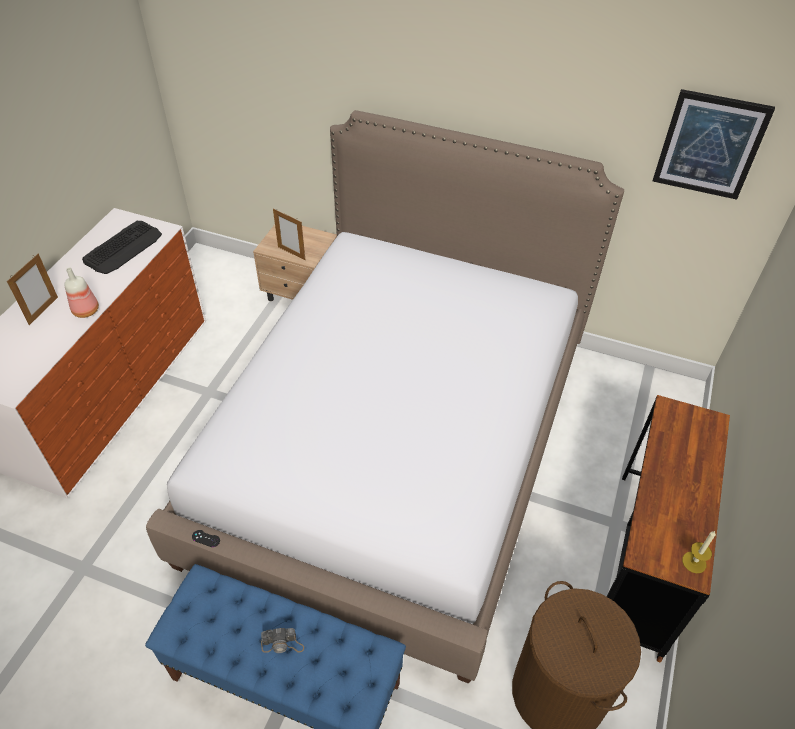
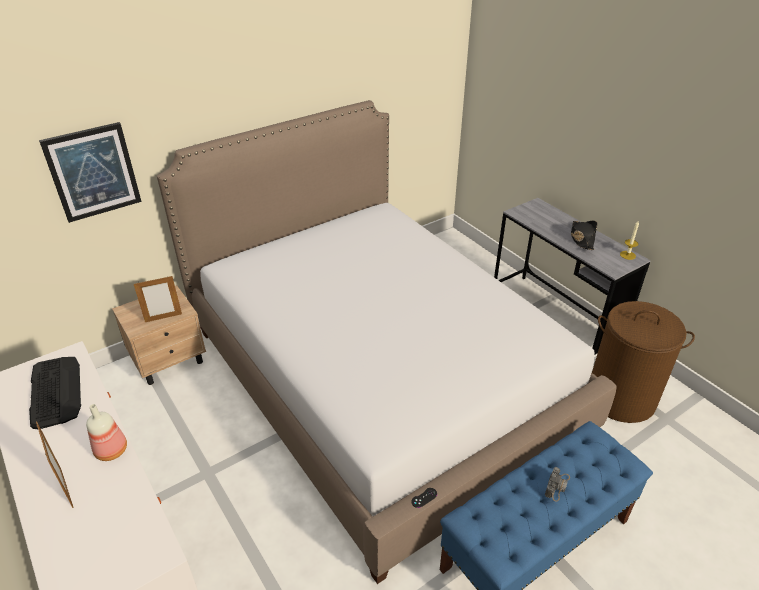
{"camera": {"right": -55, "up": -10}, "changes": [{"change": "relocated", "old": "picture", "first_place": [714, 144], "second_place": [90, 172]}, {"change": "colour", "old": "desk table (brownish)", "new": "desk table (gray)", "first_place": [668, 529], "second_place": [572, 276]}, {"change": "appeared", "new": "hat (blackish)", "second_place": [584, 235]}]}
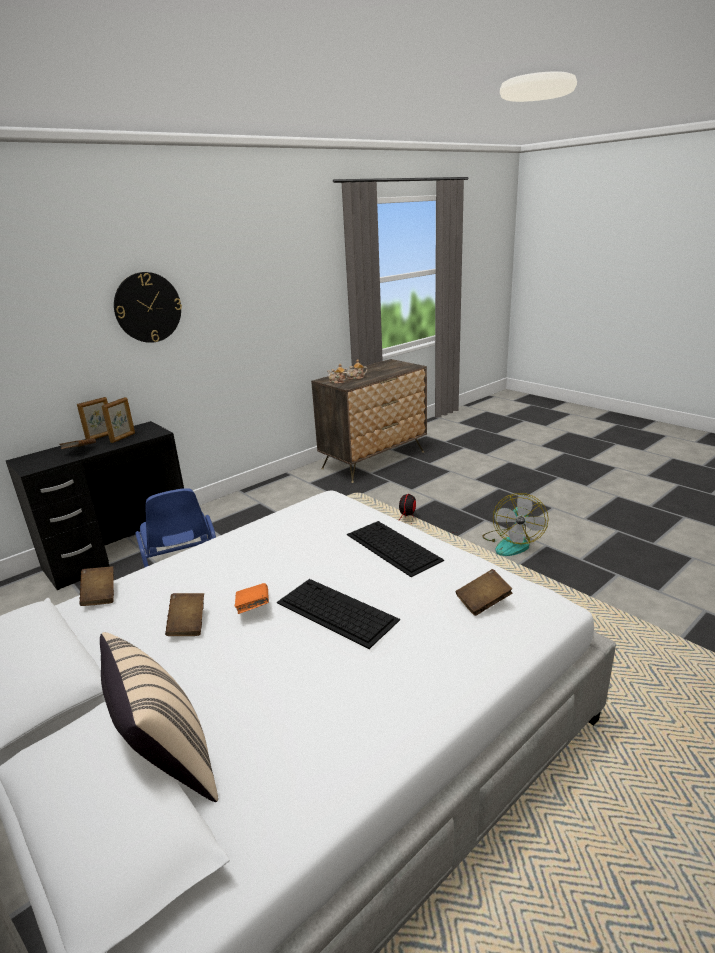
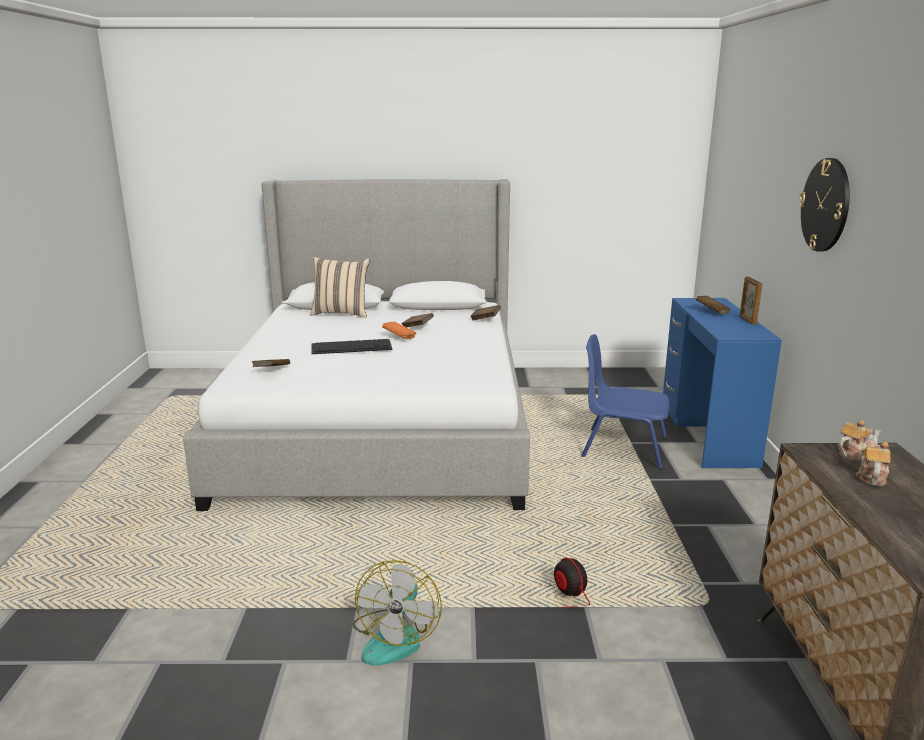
{"camera": {"right": 130, "up": -5}, "changes": [{"change": "spun", "old": "electric fan", "first_place": [515, 524], "second_place": [397, 613], "degrees": -135}, {"change": "colour", "old": "desk table (blackish)", "new": "desk table (bluish)", "first_place": [95, 505], "second_place": [722, 383]}, {"change": "missing", "old": "picture frame", "first_place": [118, 420]}, {"change": "missing", "old": "computer keyboard", "first_place": [395, 549]}]}
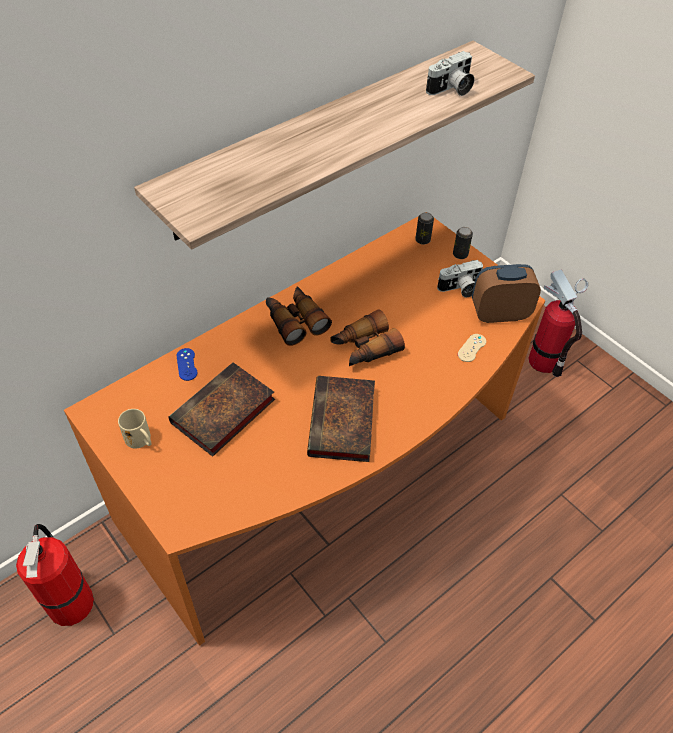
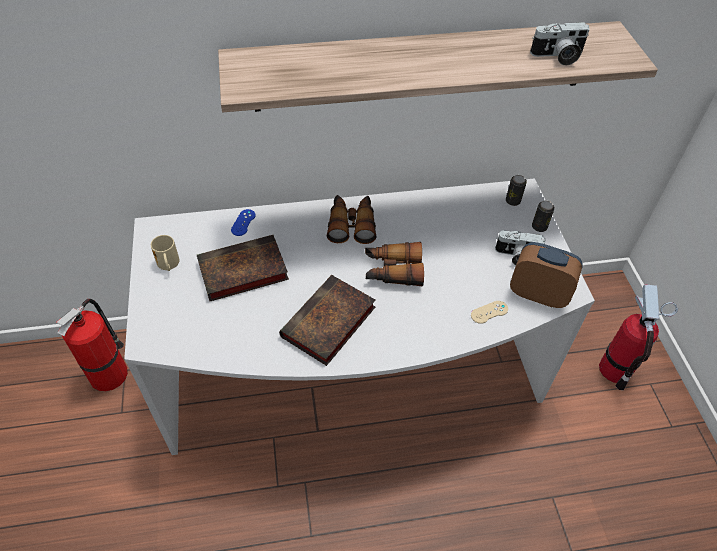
{"camera": {"right": 30, "up": 0}, "changes": [{"change": "colour", "old": "desk table (orangey)", "new": "desk table (white-coloured)", "first_place": [305, 431], "second_place": [359, 316]}]}
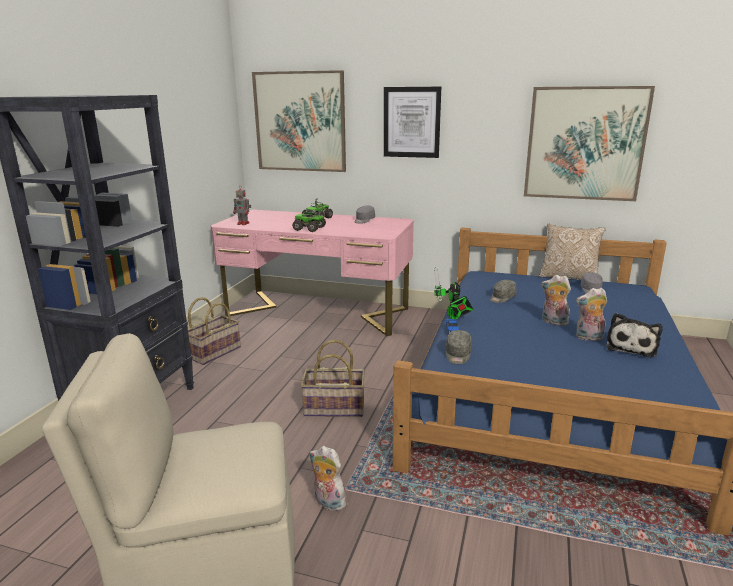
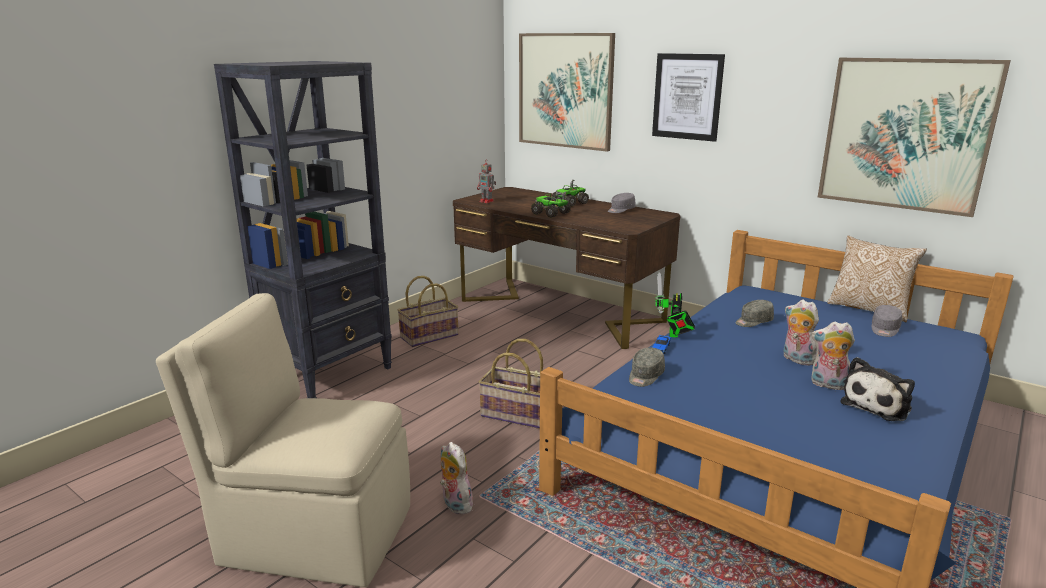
{"camera": {"right": 20, "up": 0}, "changes": [{"change": "colour", "old": "desk table (pink)", "new": "desk table (brownish)", "first_place": [312, 273], "second_place": [567, 268]}]}
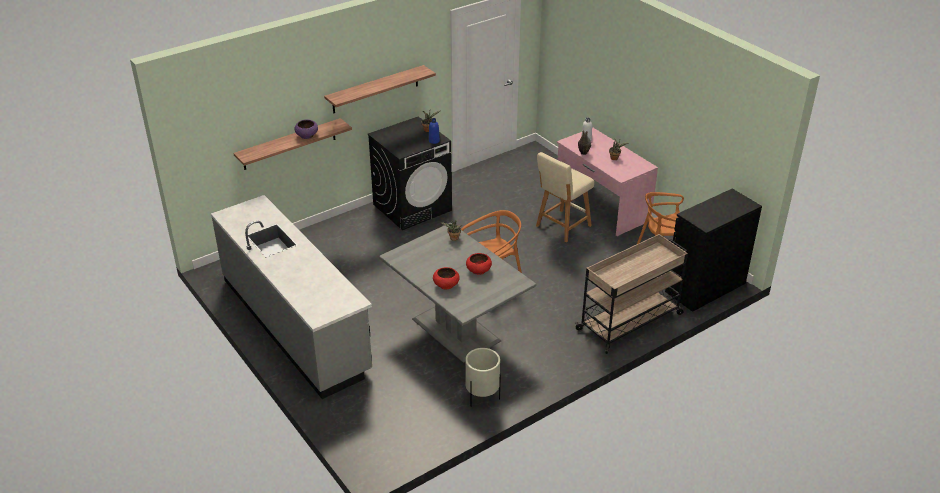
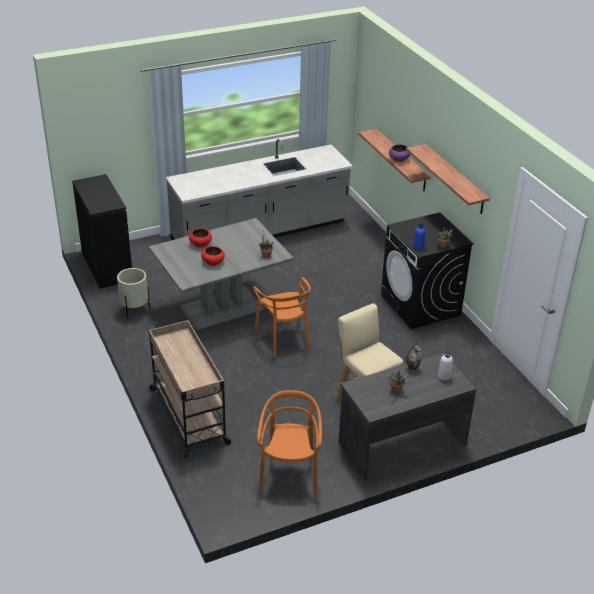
{"camera": {"right": 100, "up": 0}, "changes": [{"change": "relocated", "old": "storage cabinet (blackish)", "first_place": [713, 250], "second_place": [102, 231]}, {"change": "colour", "old": "desk table (pink)", "new": "desk table (gray)", "first_place": [607, 182], "second_place": [407, 416]}]}
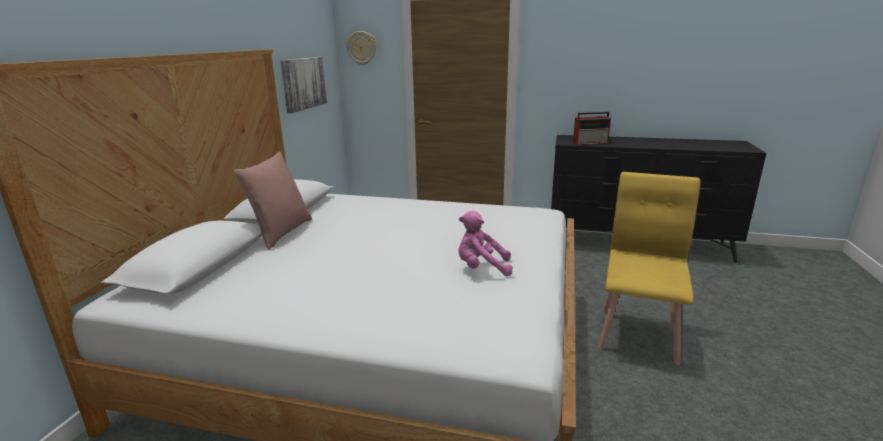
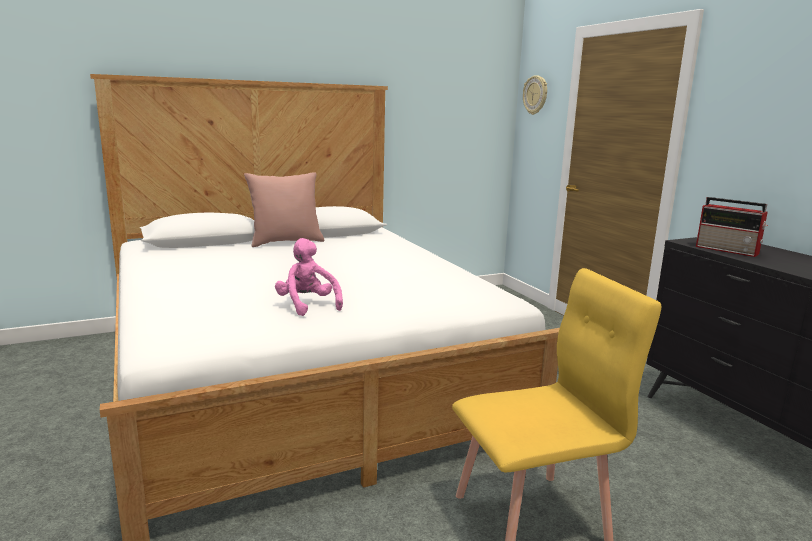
{"camera": {"right": 50, "up": -5}, "changes": [{"change": "missing", "old": "picture", "first_place": [303, 85]}]}
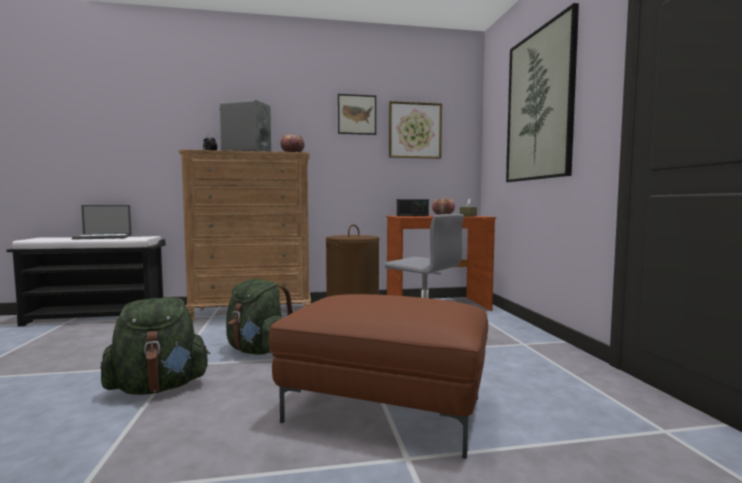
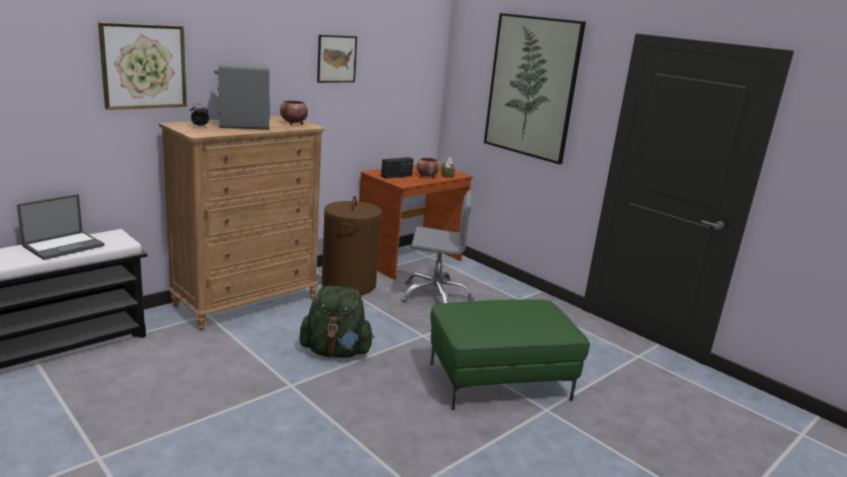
{"camera": {"right": -35, "up": 15}, "changes": [{"change": "relocated", "old": "picture", "first_place": [415, 130], "second_place": [142, 66]}, {"change": "colour", "old": "footrest (brownish)", "new": "footrest (greenish)", "first_place": [378, 376], "second_place": [510, 354]}, {"change": "missing", "old": "backpack (greenish)", "first_place": [155, 346]}]}
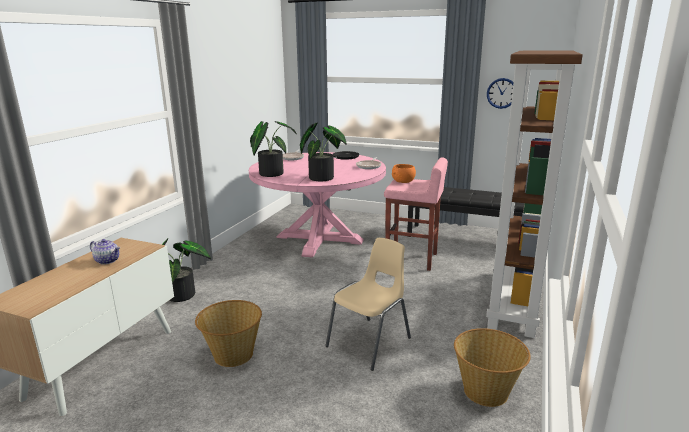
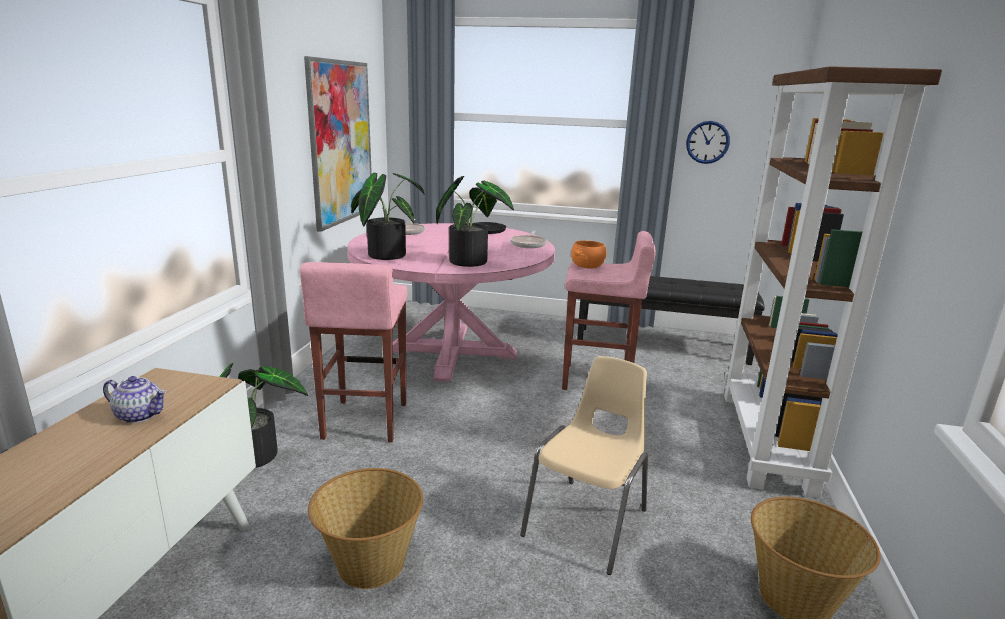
{"camera": {"right": -10, "up": 0}, "changes": [{"change": "appeared", "new": "sitting stool (pink)", "second_place": [354, 352]}, {"change": "appeared", "new": "picture", "second_place": [338, 144]}]}
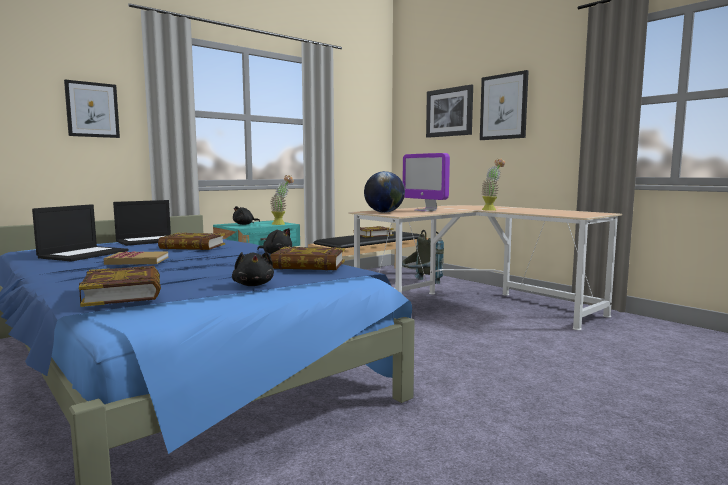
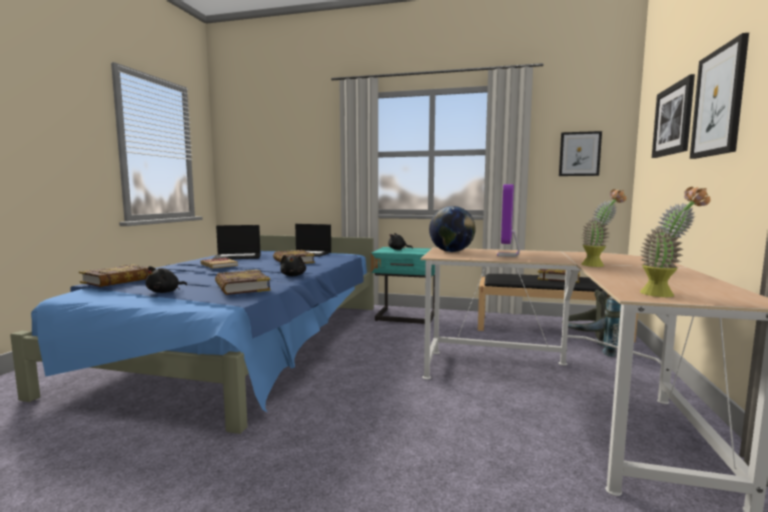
{"camera": {"right": 55, "up": 0}, "changes": [{"change": "relocated", "old": "picture", "first_place": [92, 109], "second_place": [580, 153]}, {"change": "relocated", "old": "houseplant", "first_place": [282, 200], "second_place": [675, 242]}]}
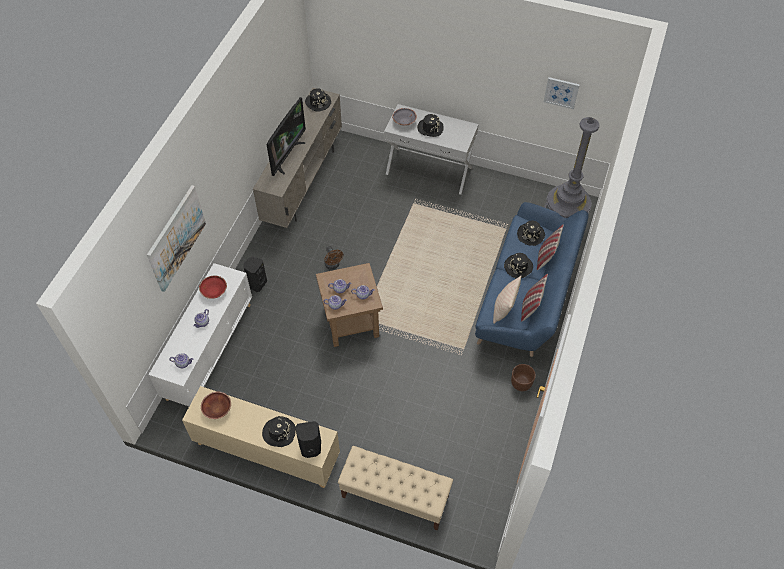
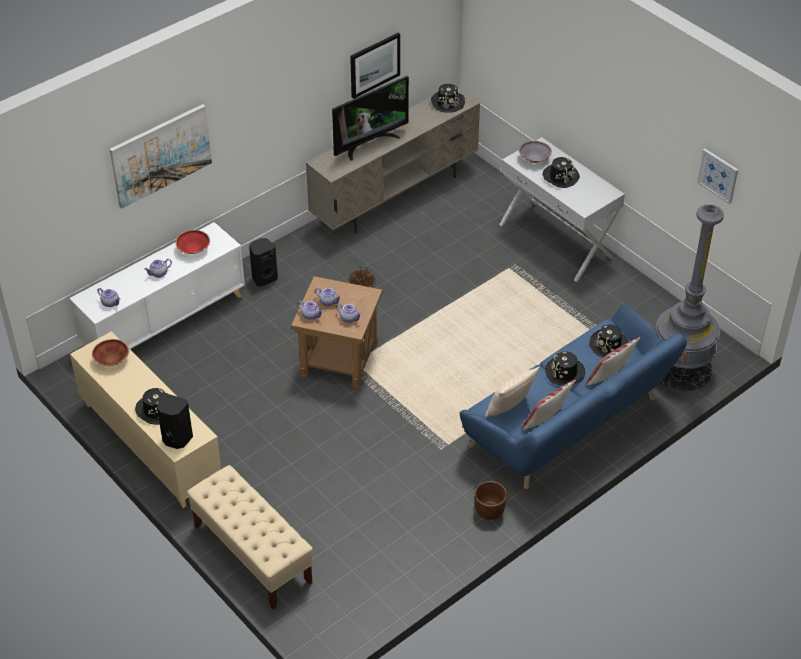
{"camera": {"right": 30, "up": -10}, "changes": [{"change": "appeared", "new": "picture", "second_place": [375, 66]}]}
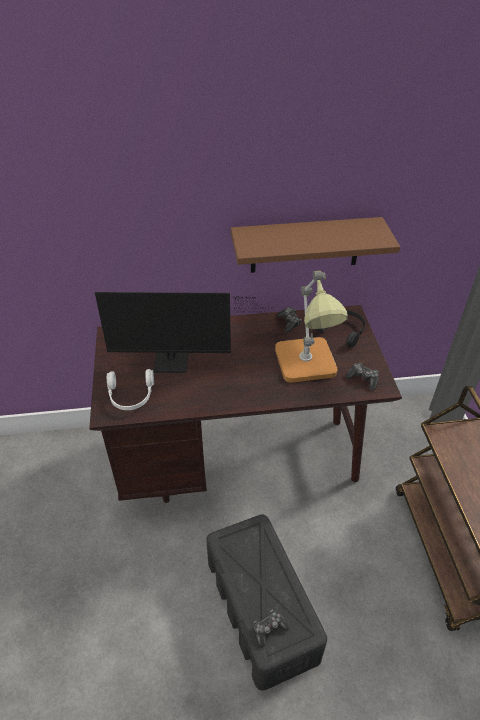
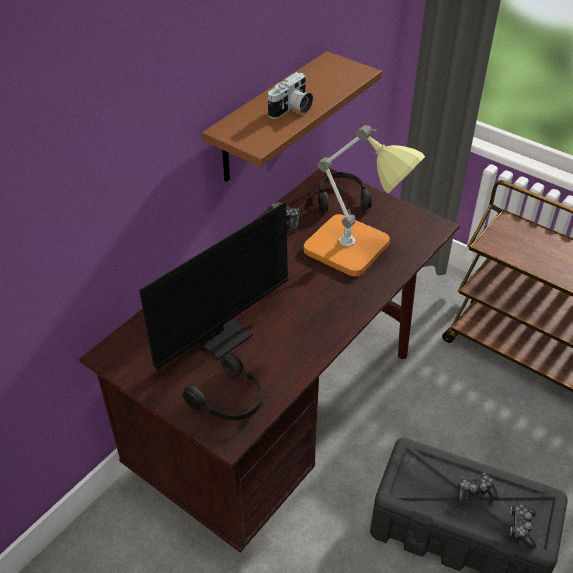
{"camera": {"right": -45, "up": 0}, "changes": [{"change": "colour", "old": "headset (white-coloured)", "new": "headset (blackish)", "first_place": [130, 389], "second_place": [223, 387]}, {"change": "appeared", "new": "photo camera", "second_place": [290, 95]}, {"change": "relocated", "old": "game controller", "first_place": [362, 376], "second_place": [478, 489]}]}
